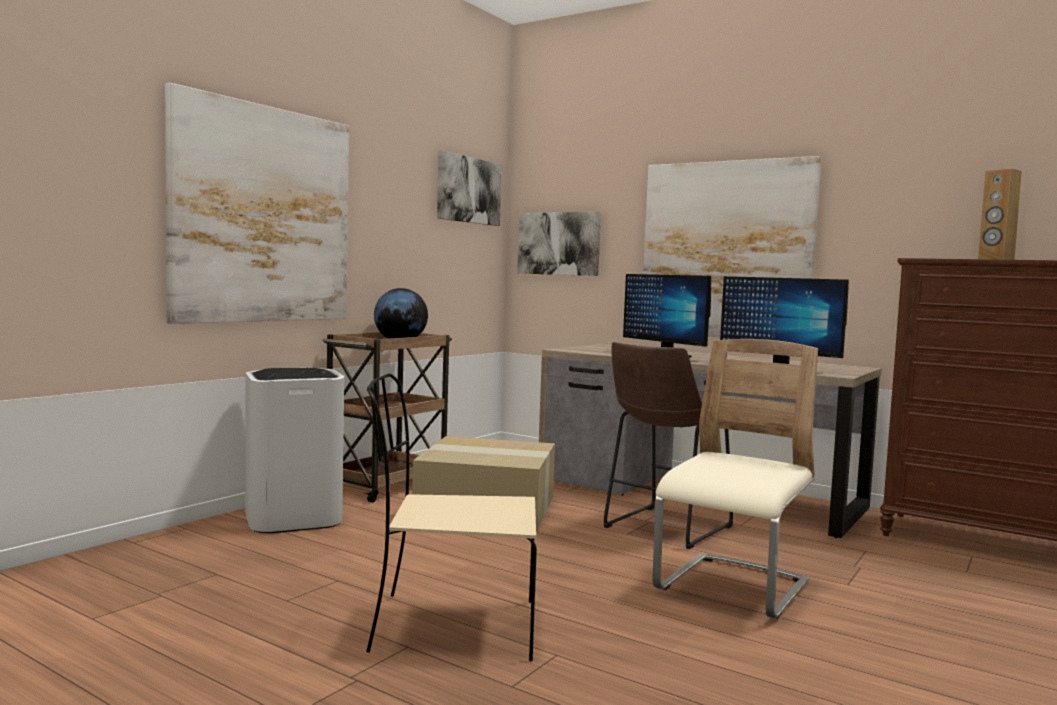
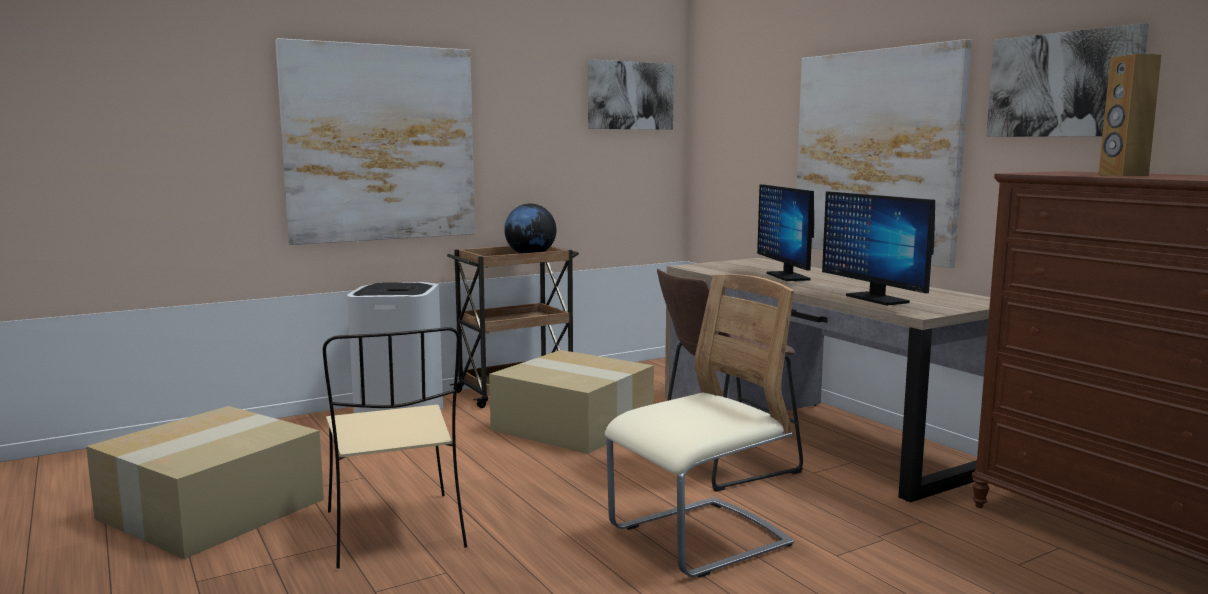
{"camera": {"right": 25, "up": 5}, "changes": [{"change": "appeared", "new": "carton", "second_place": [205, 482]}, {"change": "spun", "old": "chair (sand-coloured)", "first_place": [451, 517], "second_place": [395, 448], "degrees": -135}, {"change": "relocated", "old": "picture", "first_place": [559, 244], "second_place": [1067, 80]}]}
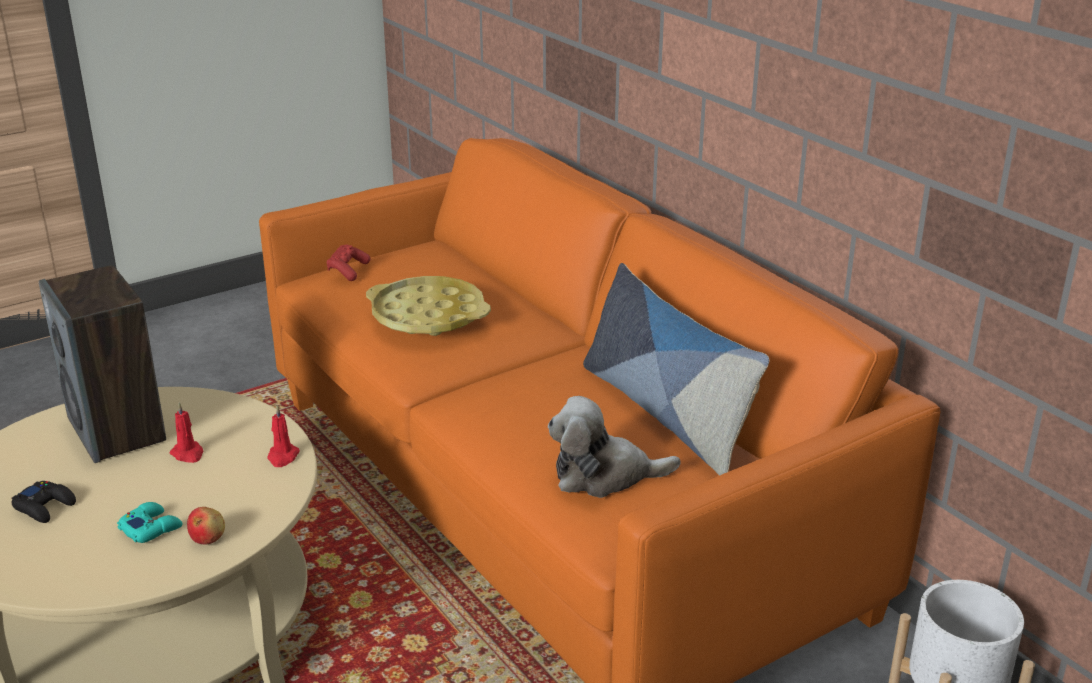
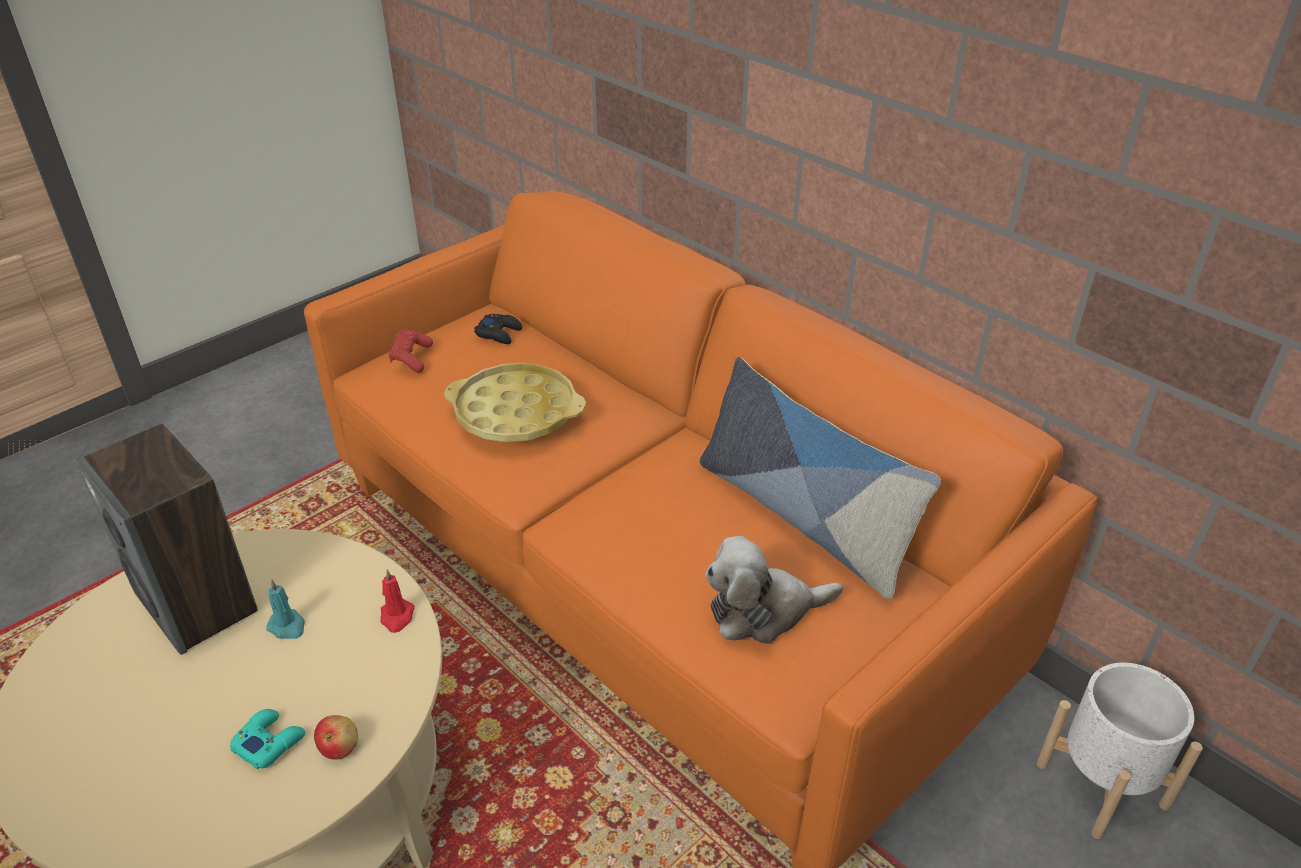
{"camera": {"right": -10, "up": 10}, "changes": [{"change": "colour", "old": "wax candle (red-coloured)", "new": "wax candle (turquoise)", "first_place": [187, 433], "second_place": [285, 609]}, {"change": "relocated", "old": "game controller (blackish)", "first_place": [44, 502], "second_place": [498, 329]}]}
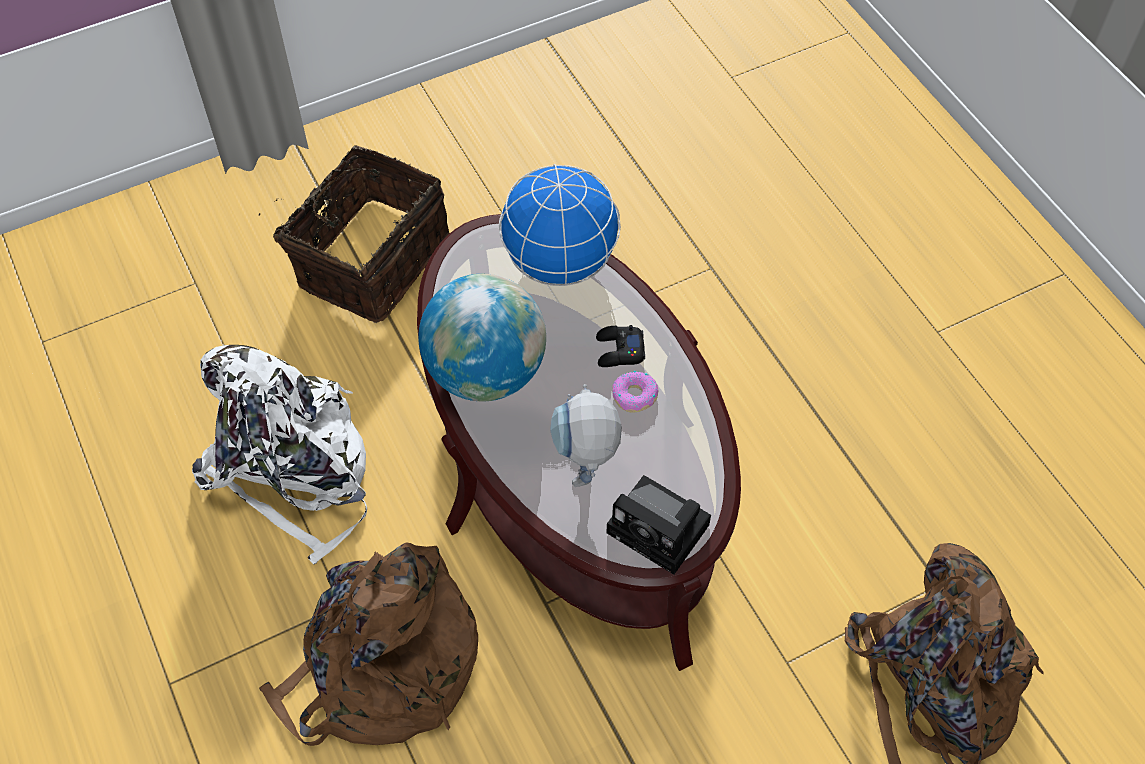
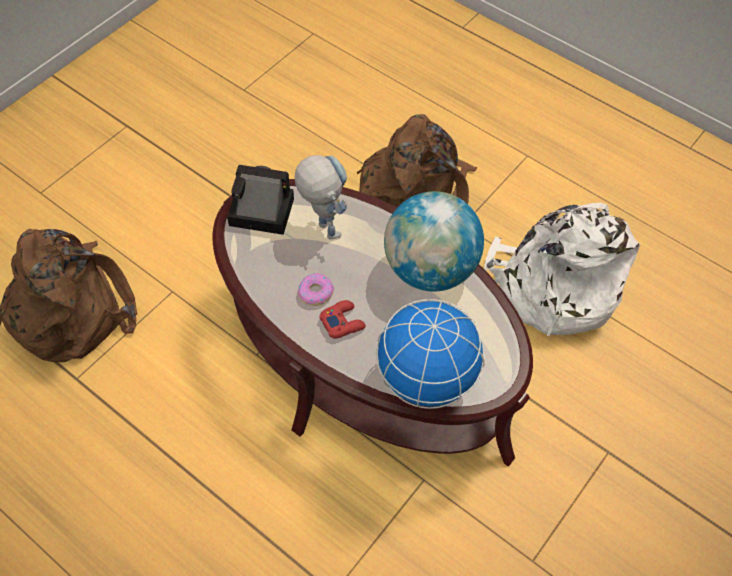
{"camera": {"right": 155, "up": 0}, "changes": [{"change": "colour", "old": "game controller (blackish)", "new": "game controller (red-coloured)", "first_place": [620, 346], "second_place": [342, 319]}, {"change": "missing", "old": "basket", "first_place": [354, 234]}]}
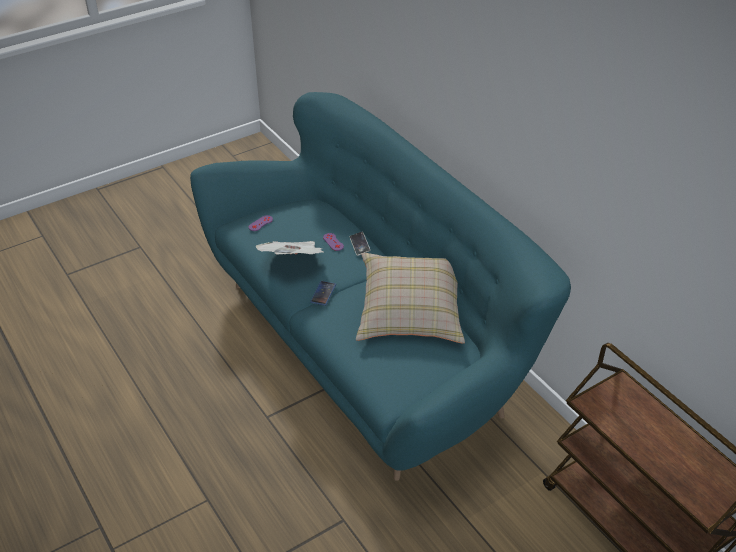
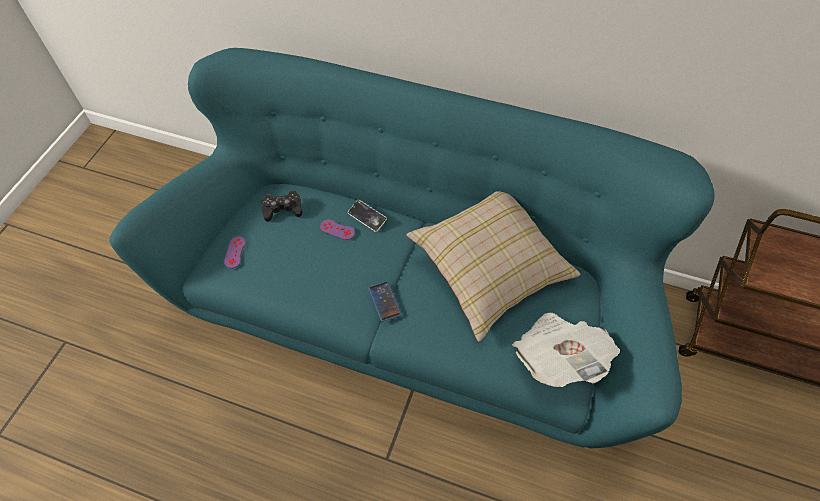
{"camera": {"right": -35, "up": 15}, "changes": [{"change": "appeared", "new": "game controller (blackish)", "second_place": [281, 206]}, {"change": "relocated", "old": "printed paper", "first_place": [290, 247], "second_place": [566, 349]}]}
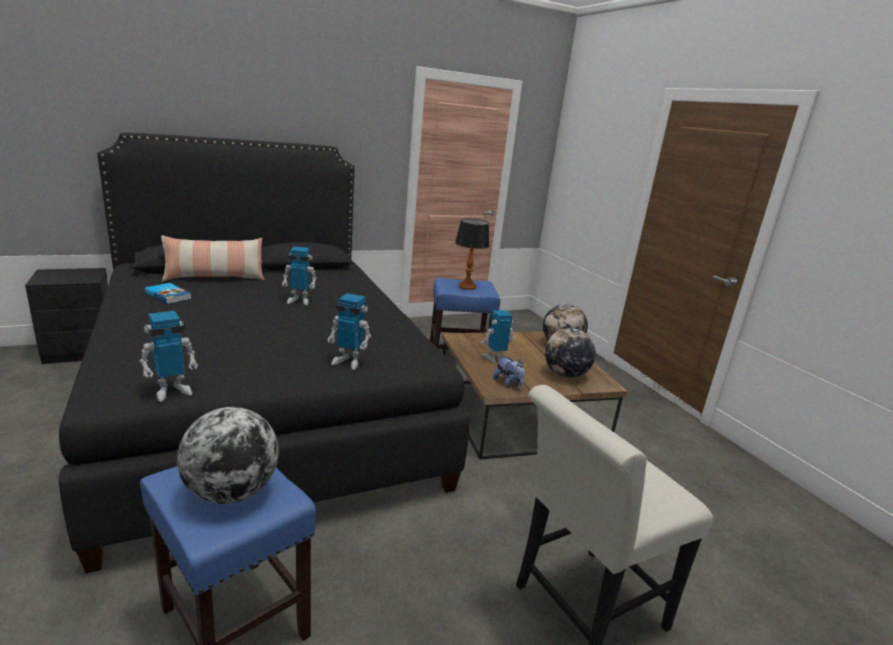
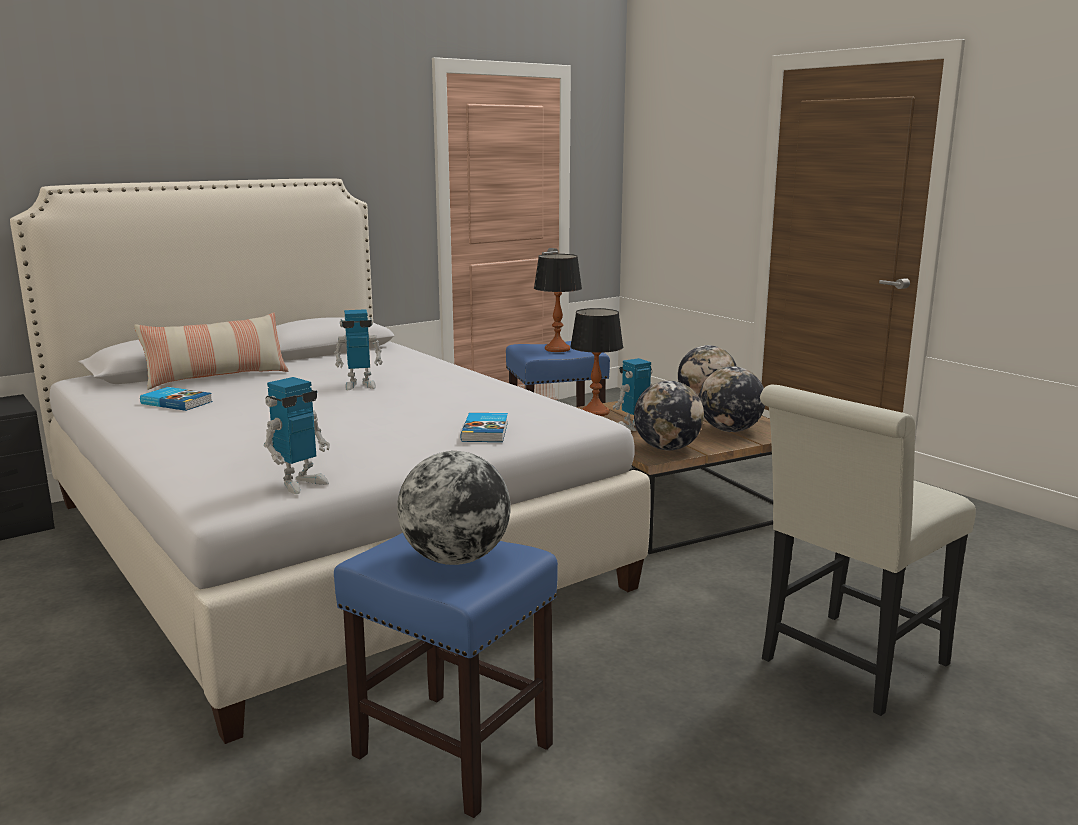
{"camera": {"right": -10, "up": -5}, "changes": [{"change": "colour", "old": "sleeping bed (blackish)", "new": "sleeping bed (white-coloured)", "first_place": [264, 353], "second_place": [330, 461]}, {"change": "exchanged", "old": "robot figure", "new": "volume", "first_place": [349, 331], "second_place": [484, 427]}, {"change": "appeared", "new": "table lamp", "second_place": [596, 362]}, {"change": "exchanged", "old": "plush toy", "new": "world globe", "first_place": [509, 372], "second_place": [669, 415]}]}
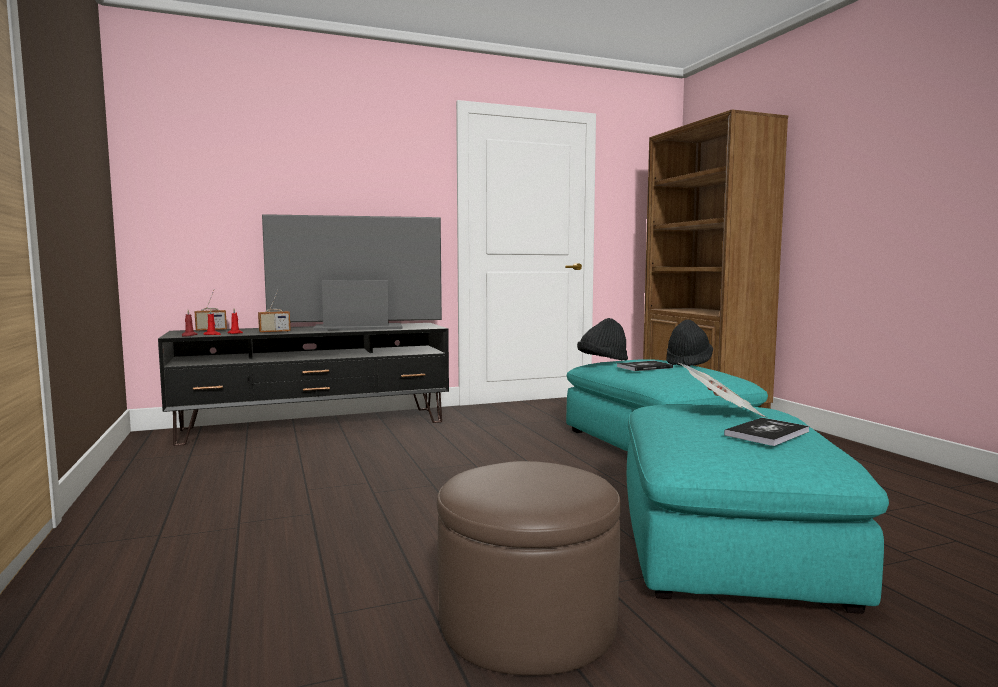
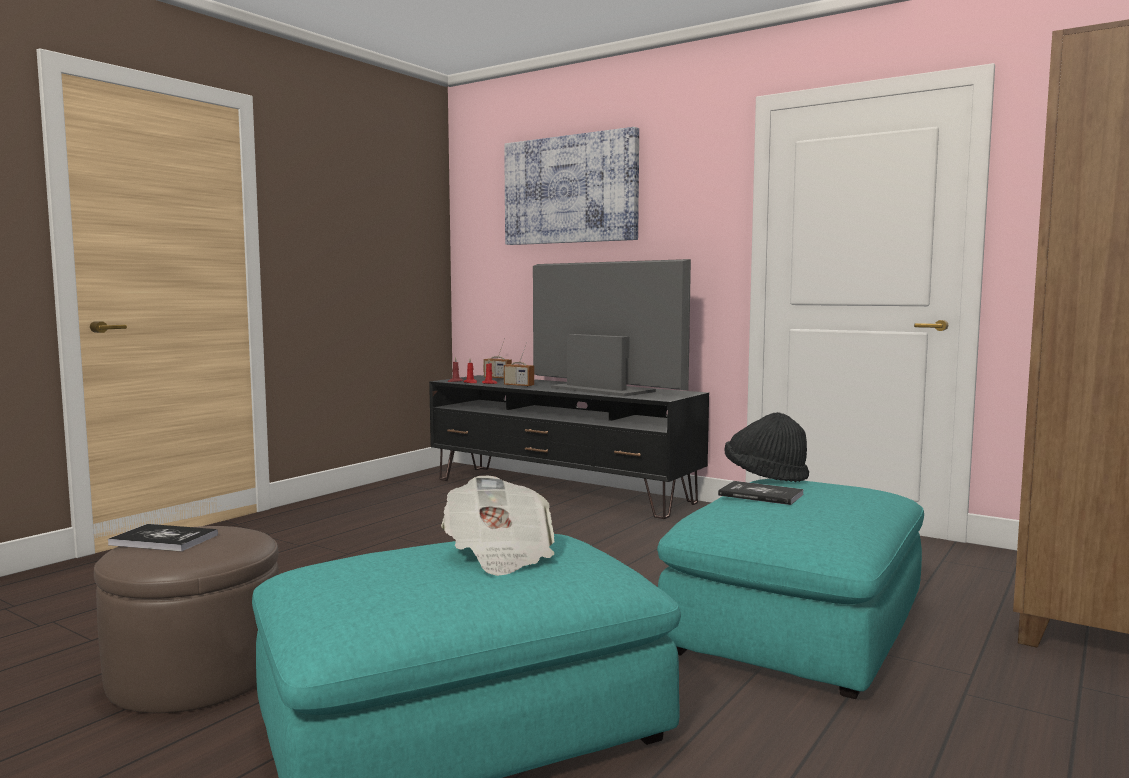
{"camera": {"right": 55, "up": 0}, "changes": [{"change": "relocated", "old": "volume", "first_place": [766, 432], "second_place": [163, 538]}, {"change": "appeared", "new": "picture", "second_place": [571, 186]}, {"change": "missing", "old": "hat (blackish)", "first_place": [689, 343]}]}
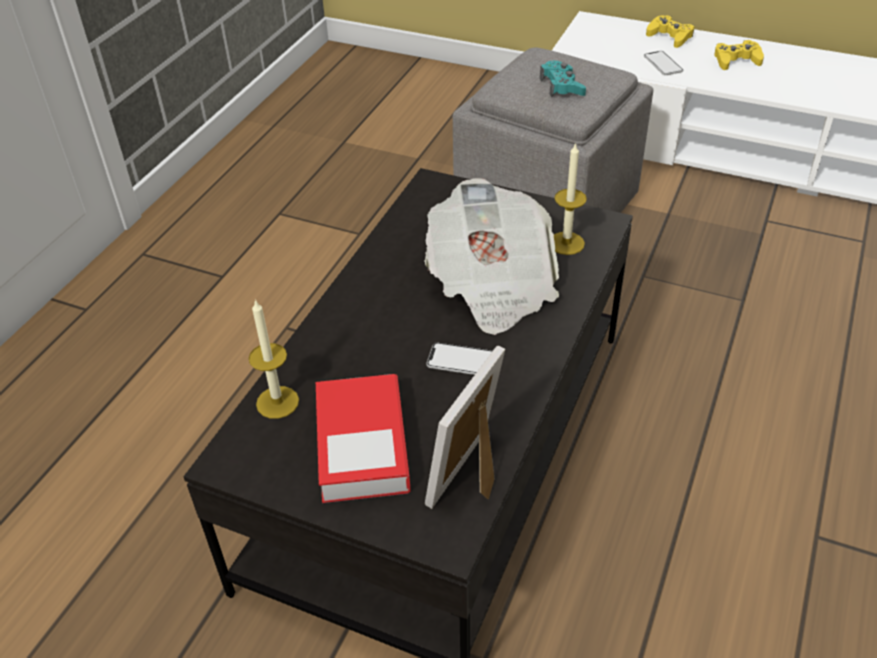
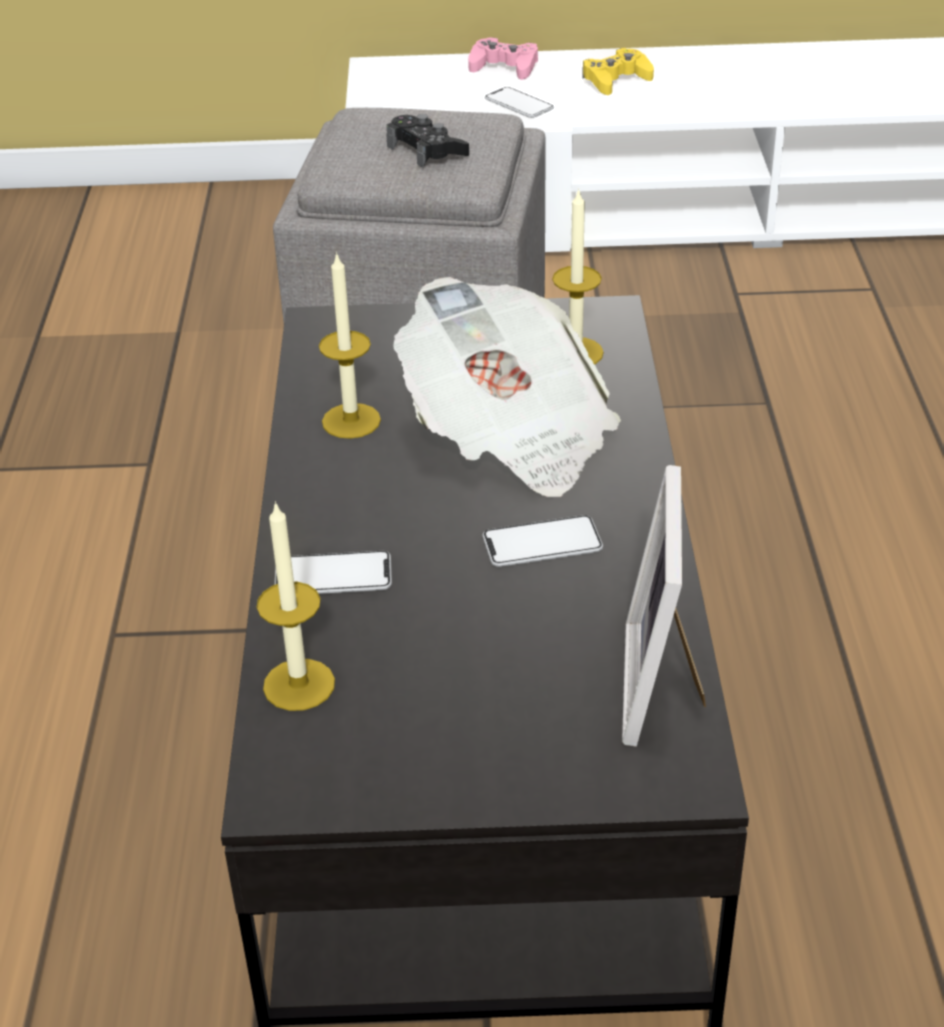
{"camera": {"right": -25, "up": -5}, "changes": [{"change": "appeared", "new": "handset", "second_place": [333, 572]}, {"change": "appeared", "new": "wax candle", "second_place": [350, 345]}, {"change": "colour", "old": "game controller (turquoise)", "new": "game controller (blackish)", "first_place": [563, 79], "second_place": [427, 141]}, {"change": "colour", "old": "game controller (yellow-coloured)", "new": "game controller (pink)", "first_place": [670, 31], "second_place": [503, 58]}, {"change": "missing", "old": "volume", "first_place": [363, 438]}]}
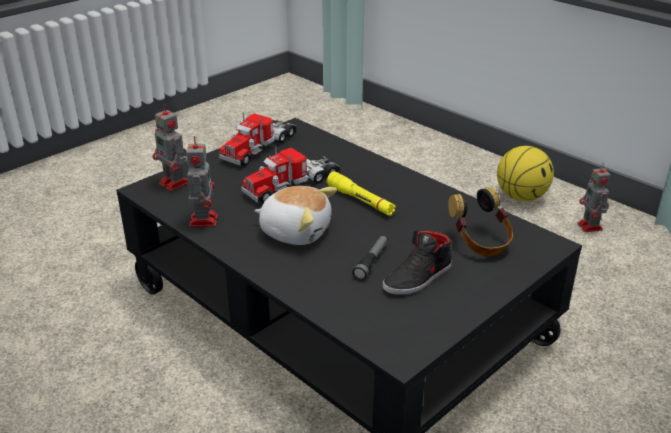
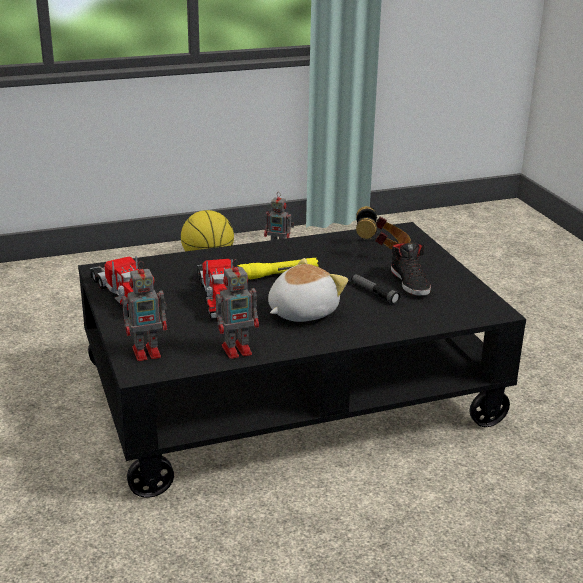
{"camera": {"right": -65, "up": -5}, "changes": [{"change": "spun", "old": "robot figure", "first_place": [202, 181], "second_place": [237, 309], "degrees": 135}]}
